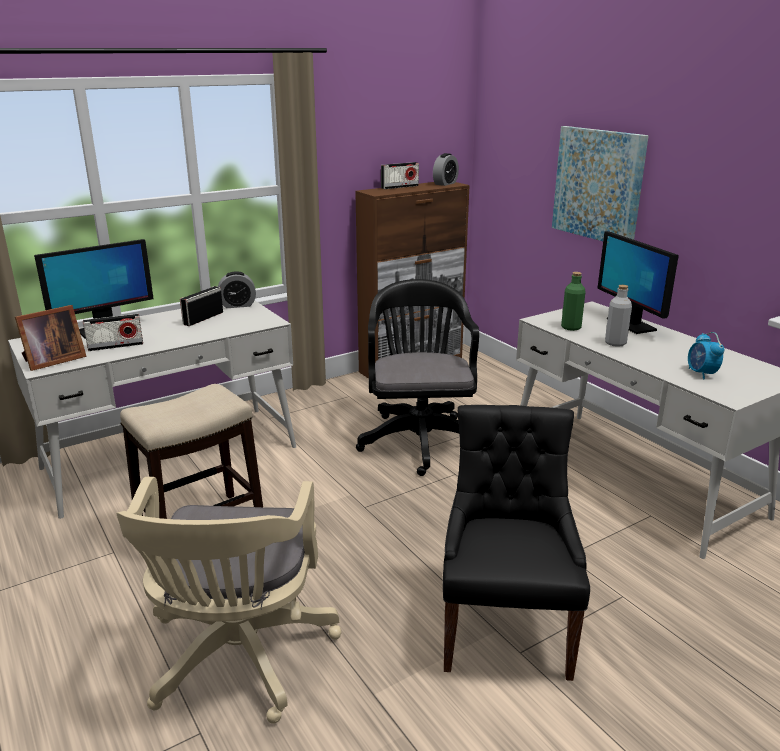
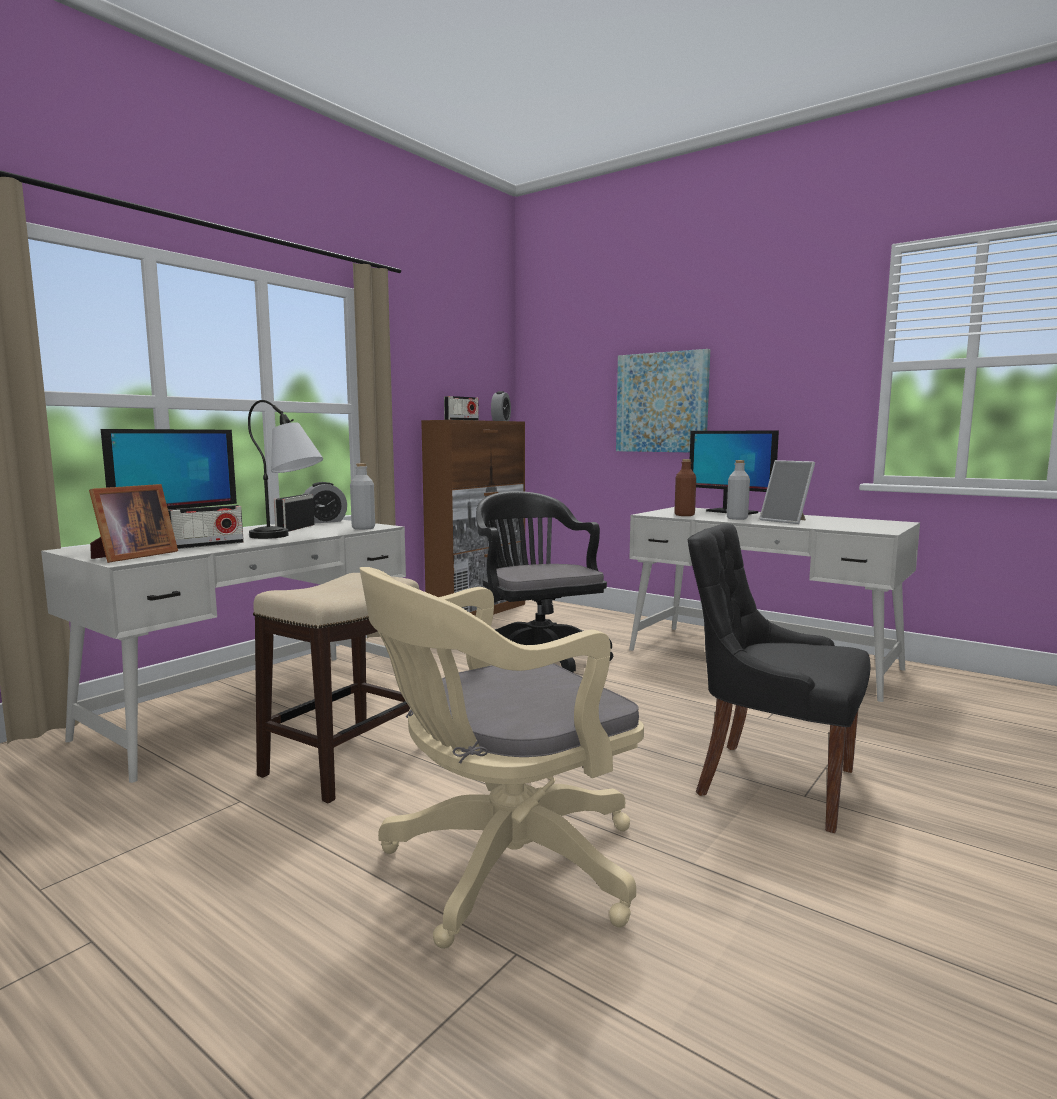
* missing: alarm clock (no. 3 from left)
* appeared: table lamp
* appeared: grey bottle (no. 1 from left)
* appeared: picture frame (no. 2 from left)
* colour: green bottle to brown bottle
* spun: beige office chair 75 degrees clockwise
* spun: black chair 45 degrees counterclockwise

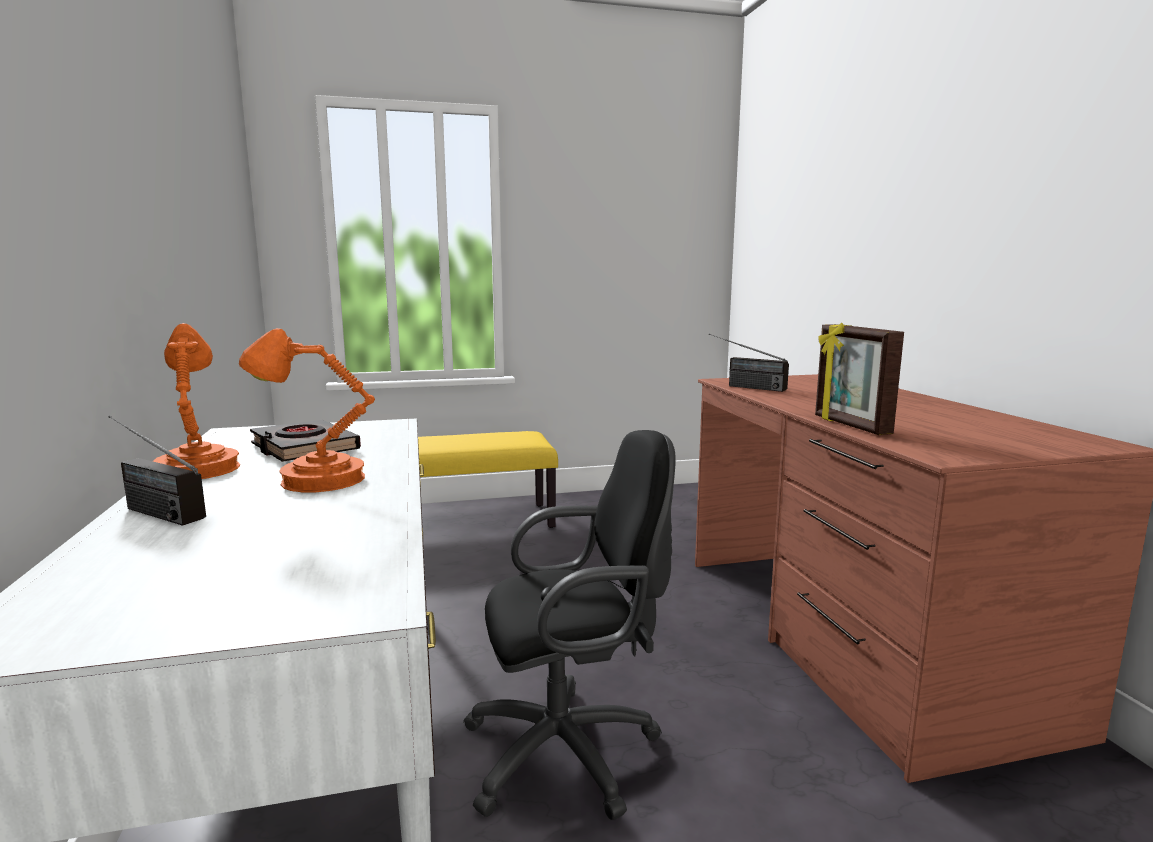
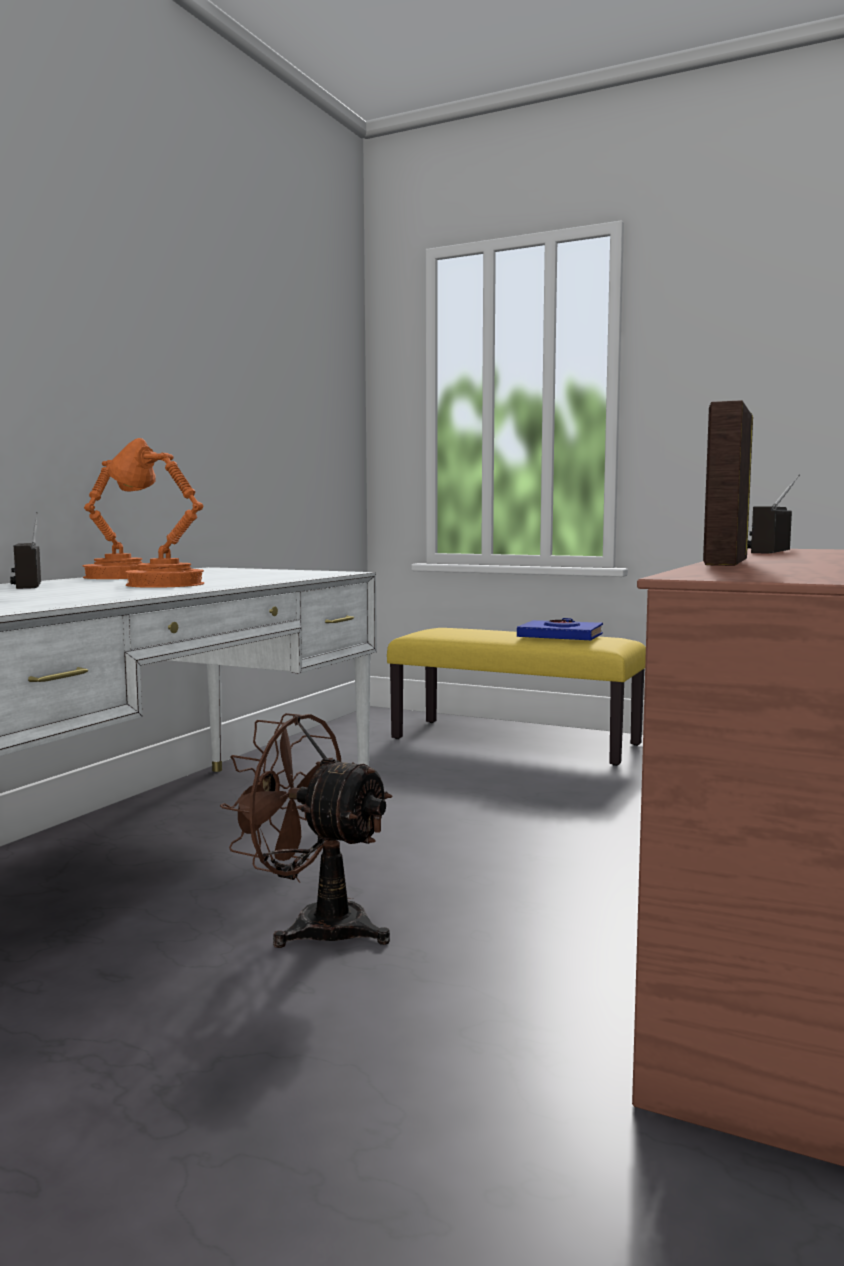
* missing: black book
* appeared: blue book
* exchanged: black office chair to brown fan
* spun: radio (no. 2 from left) 45 degrees clockwise

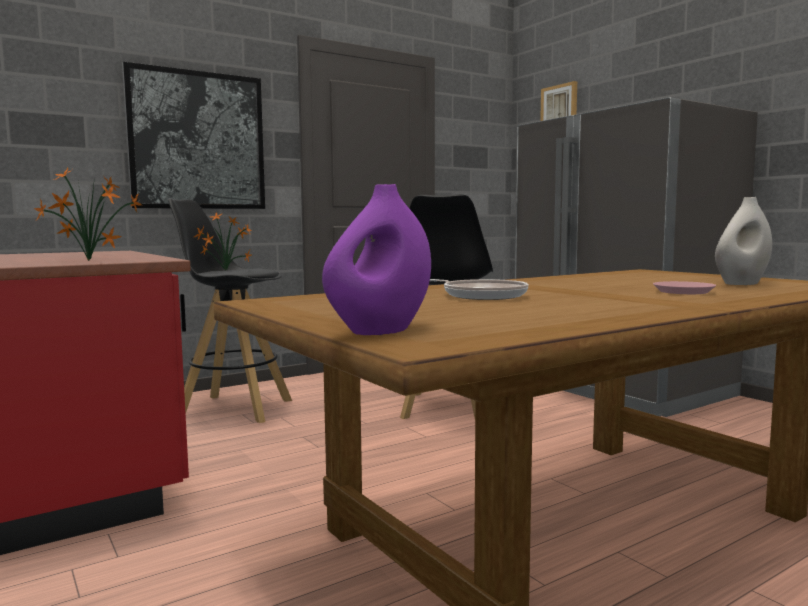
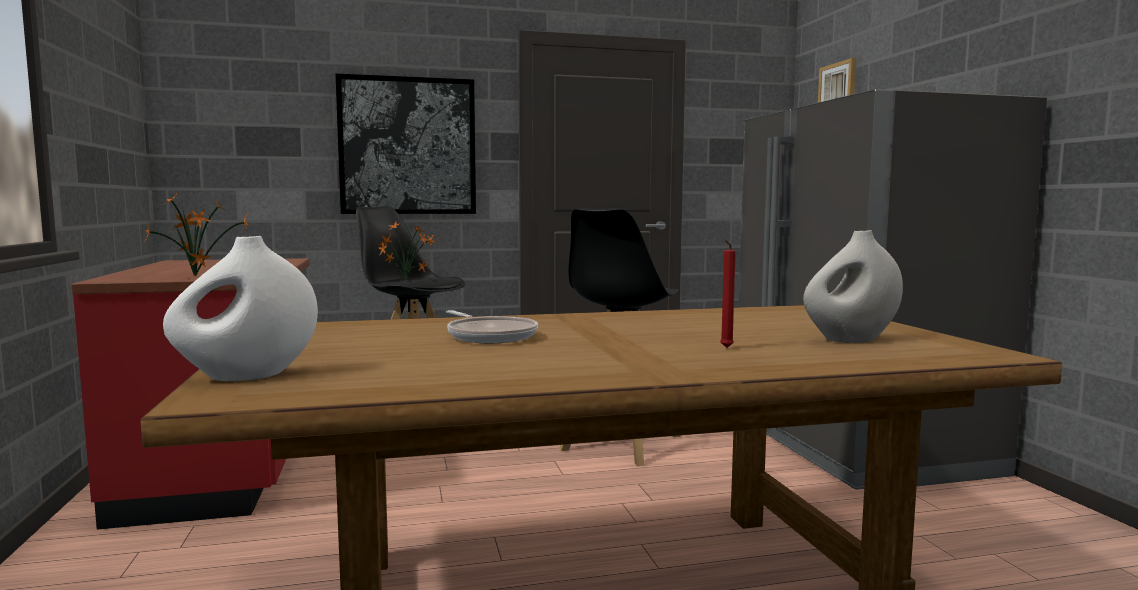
* exchanged: pink plate to red candle
* colour: purple vase to white vase (no. 1 from left)

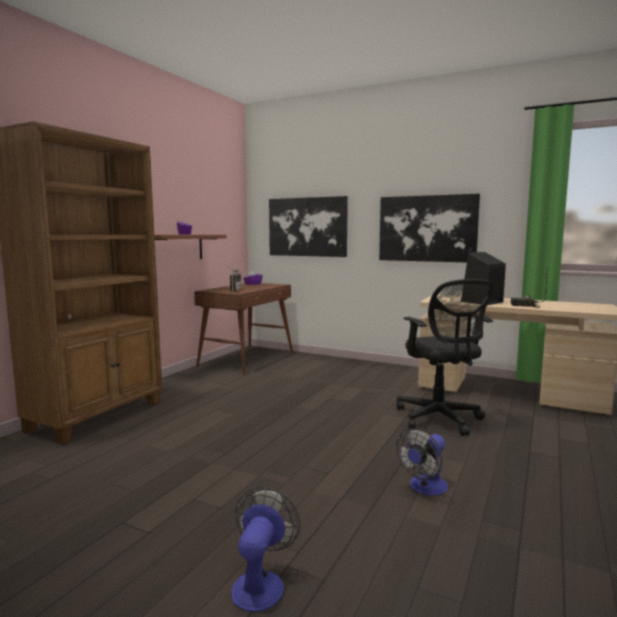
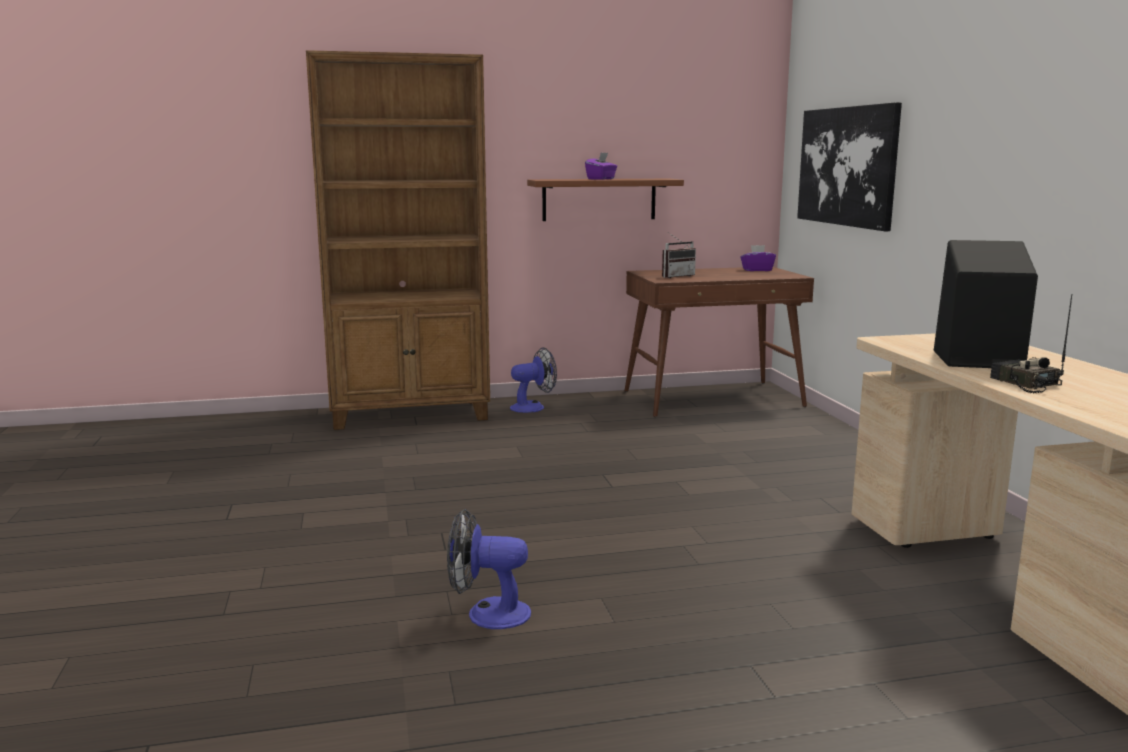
* missing: picture (no. 2 from left)
* missing: black office chair
* relocated: fan (no. 1 from left in the first image) to fan (no. 2 from left)

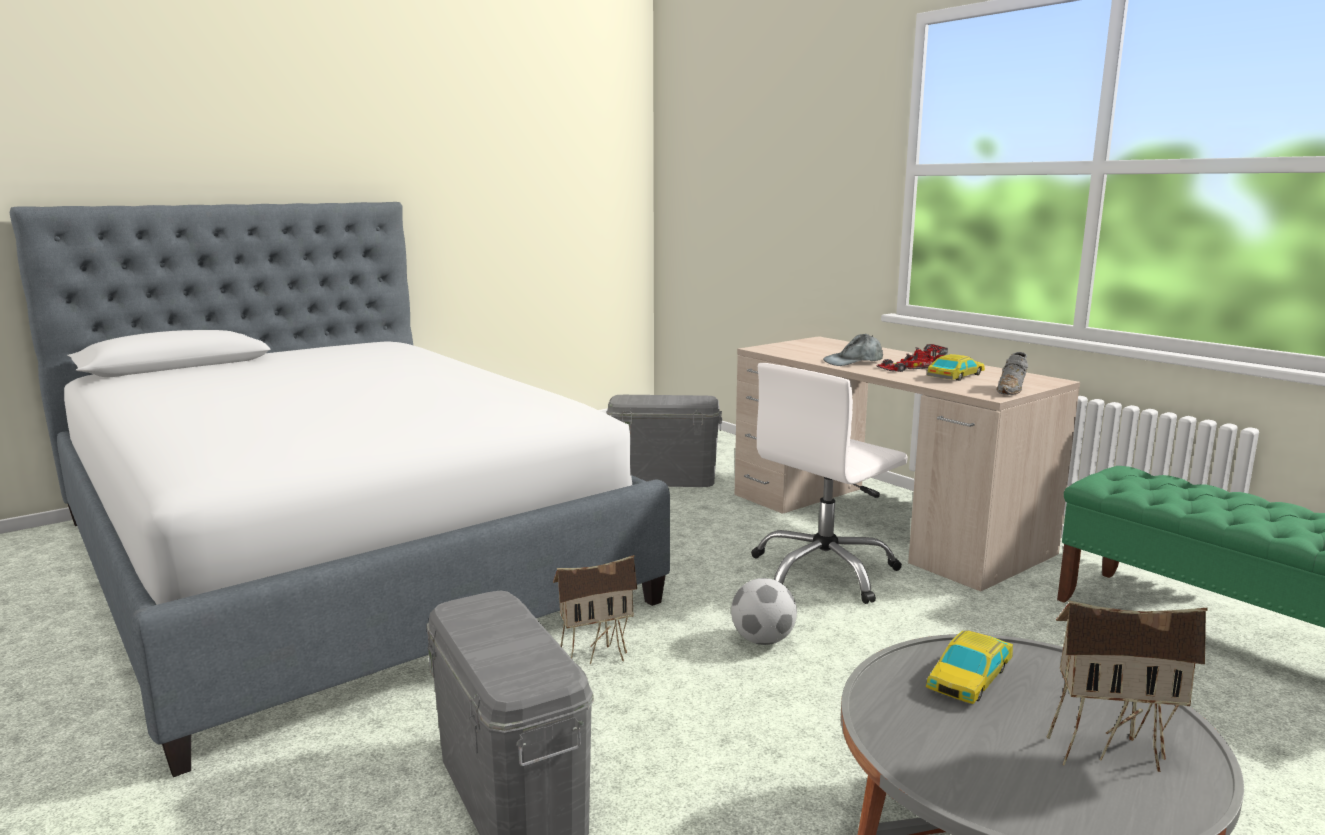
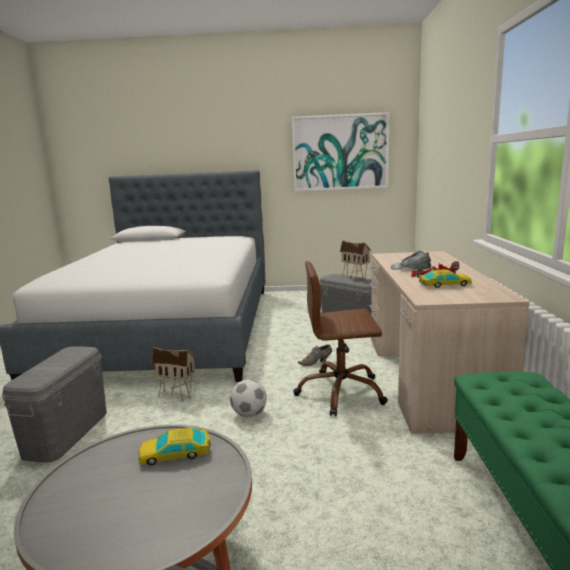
* appeared: picture
* relocated: grey shoe
* relocated: toy house (no. 2 from left)
* colour: white office chair to brown office chair

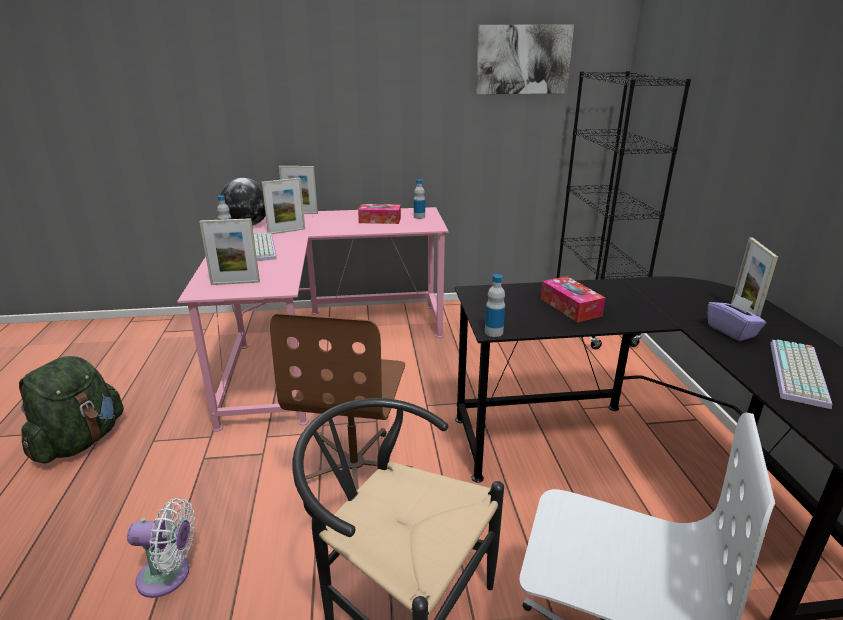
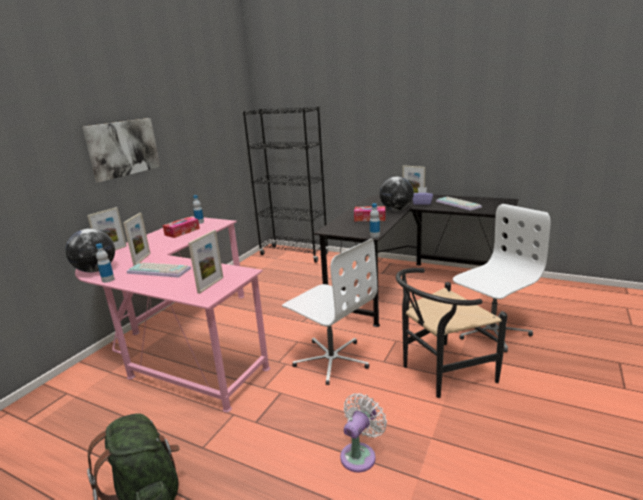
* appeared: globe (no. 2 from left)
* relocated: picture
* colour: brown office chair to white office chair (no. 1 from left)

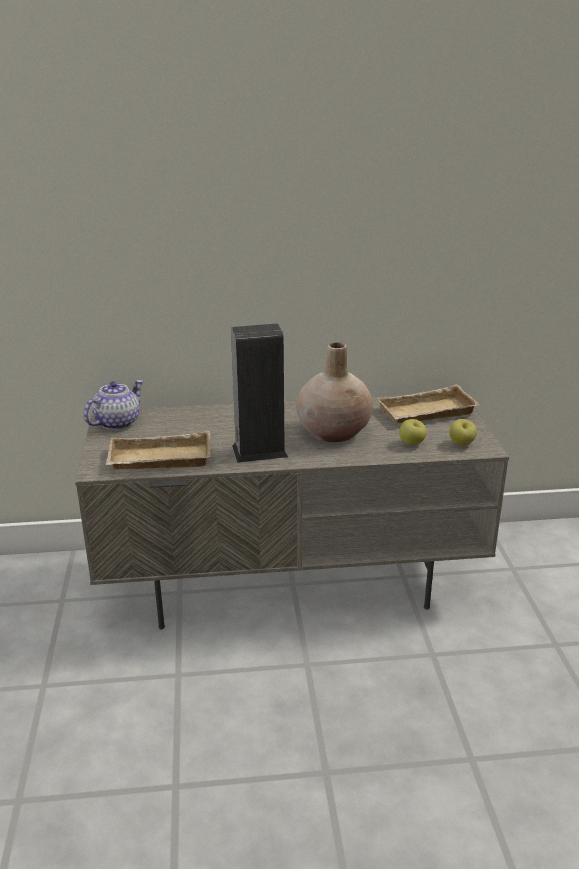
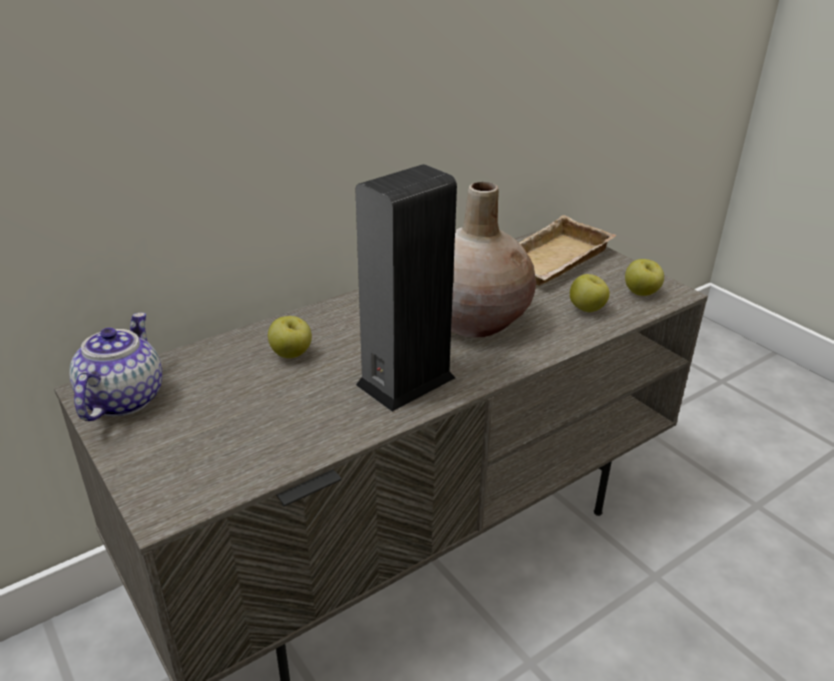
* missing: beige tray (no. 1 from left)
* appeared: apple (no. 1 from left)

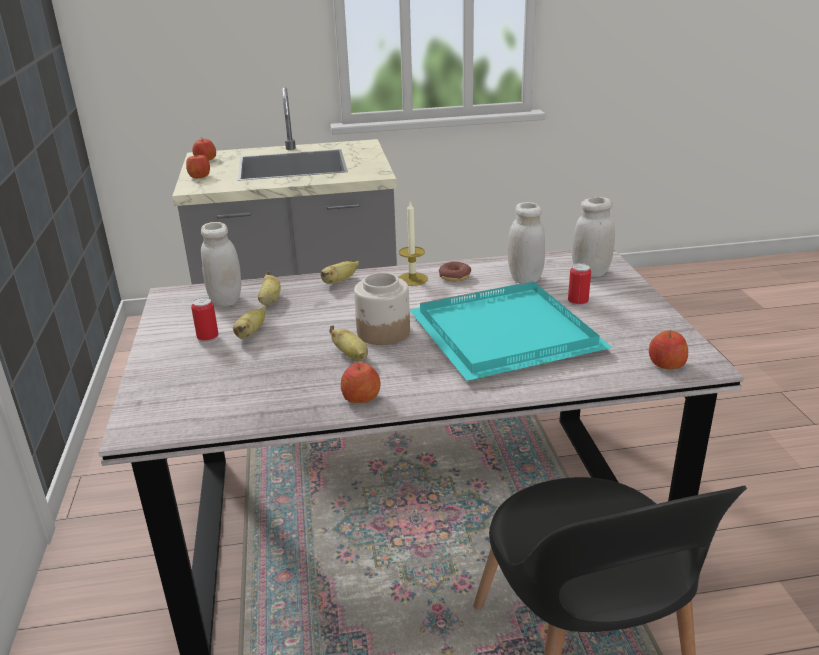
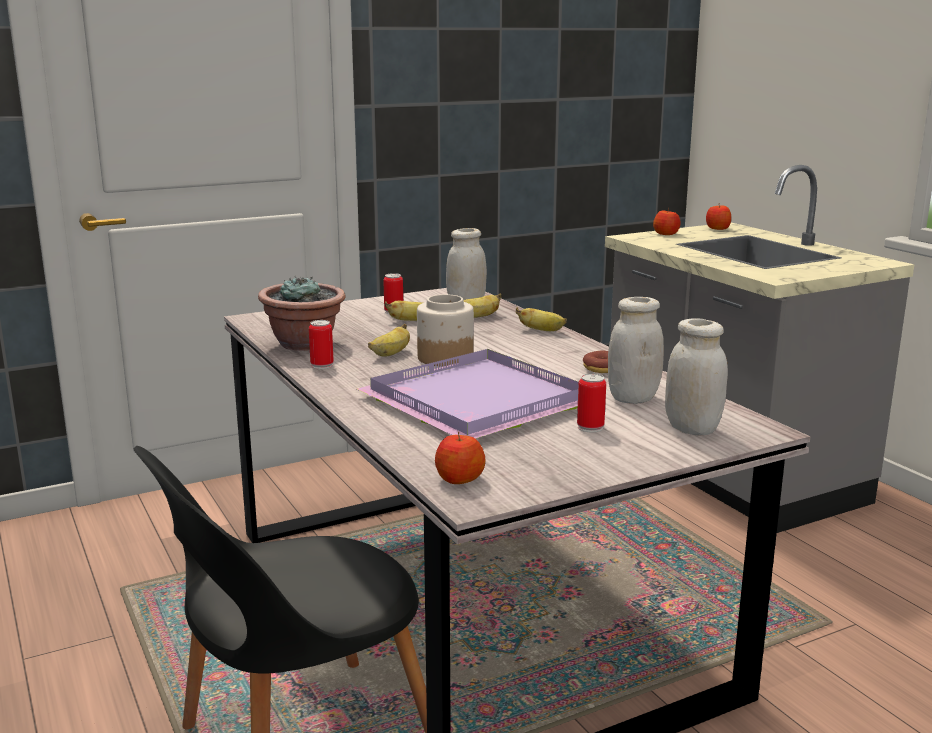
* missing: candle
* appeared: potted plant
* exchanged: apple (no. 3 from left) to can (no. 1 from left)
* colour: turquoise tray to purple tray

